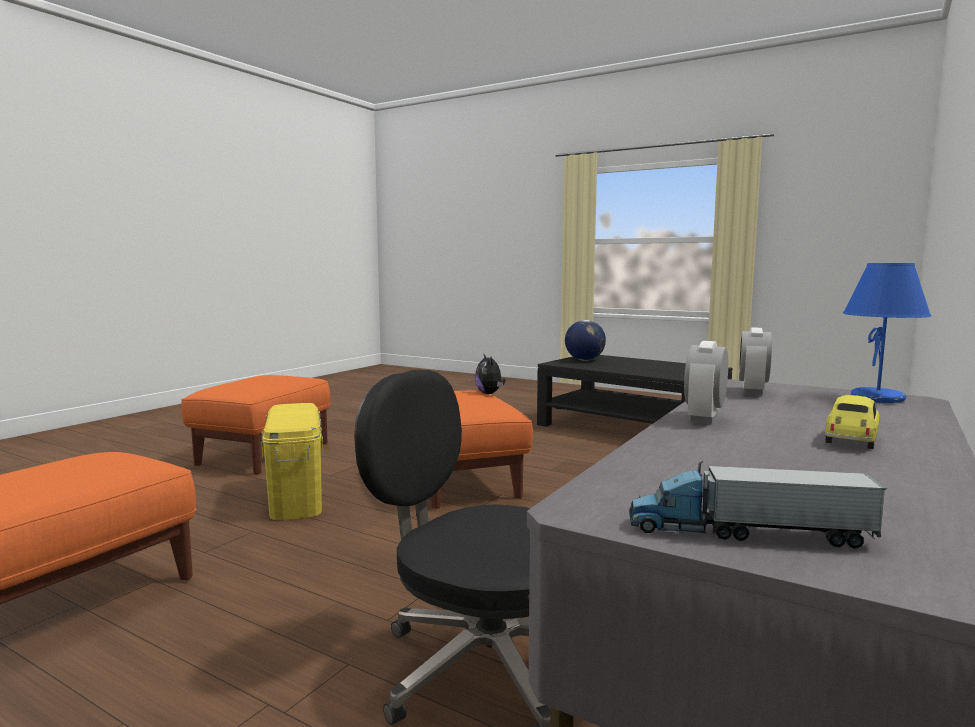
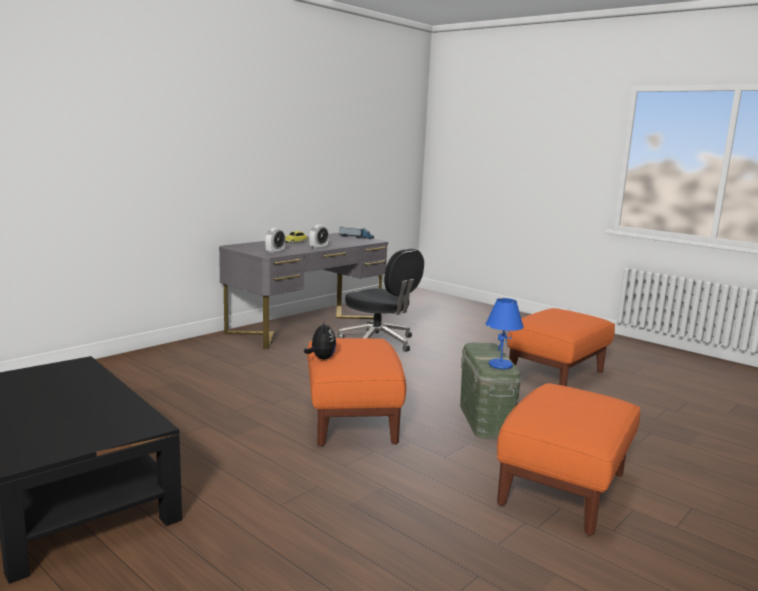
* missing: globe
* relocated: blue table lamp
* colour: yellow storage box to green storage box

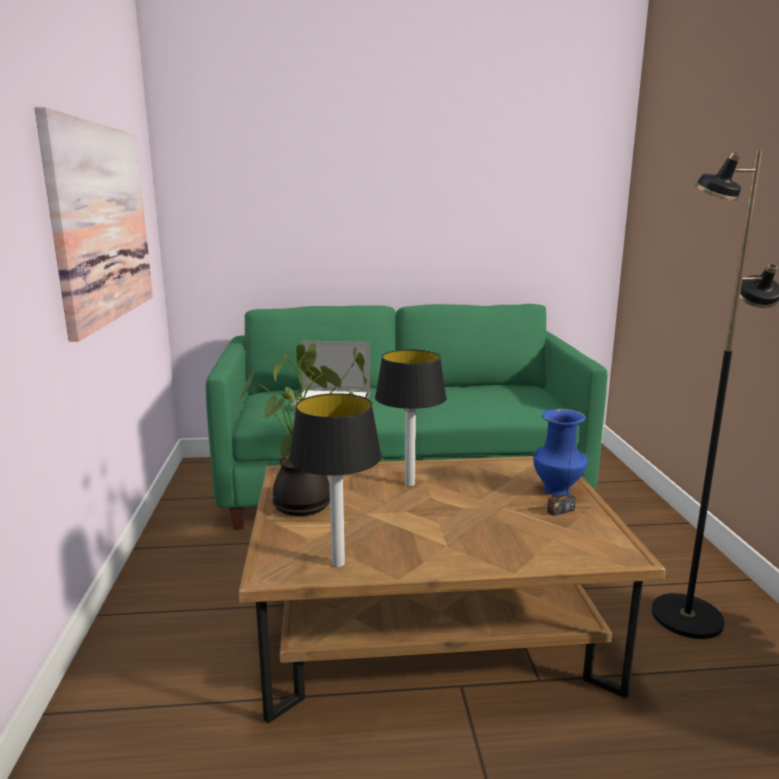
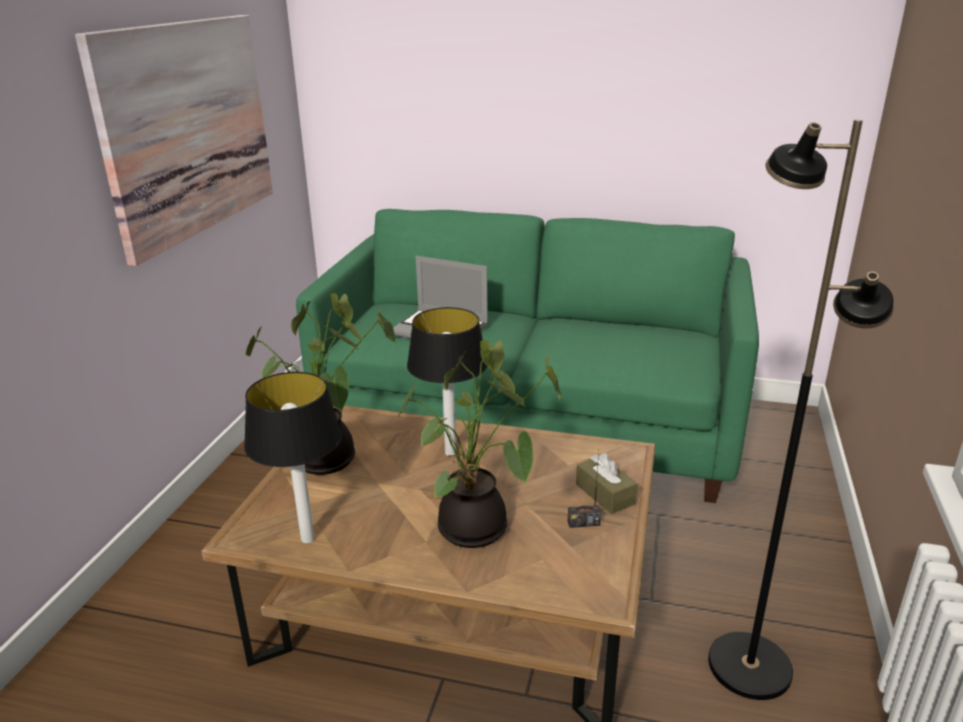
* appeared: potted plant (no. 2 from left)
* exchanged: blue vase to brown tissue box

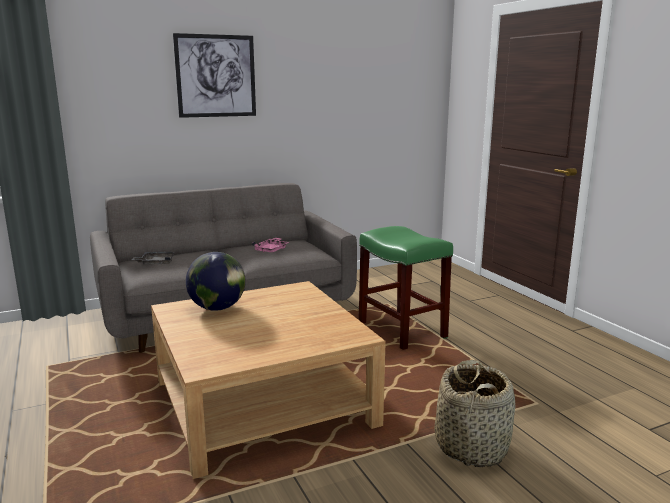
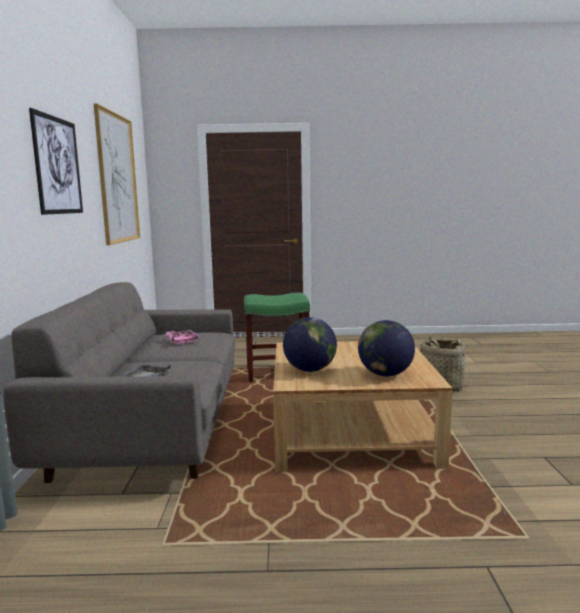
* appeared: picture (no. 2 from left)
* appeared: globe (no. 2 from left)

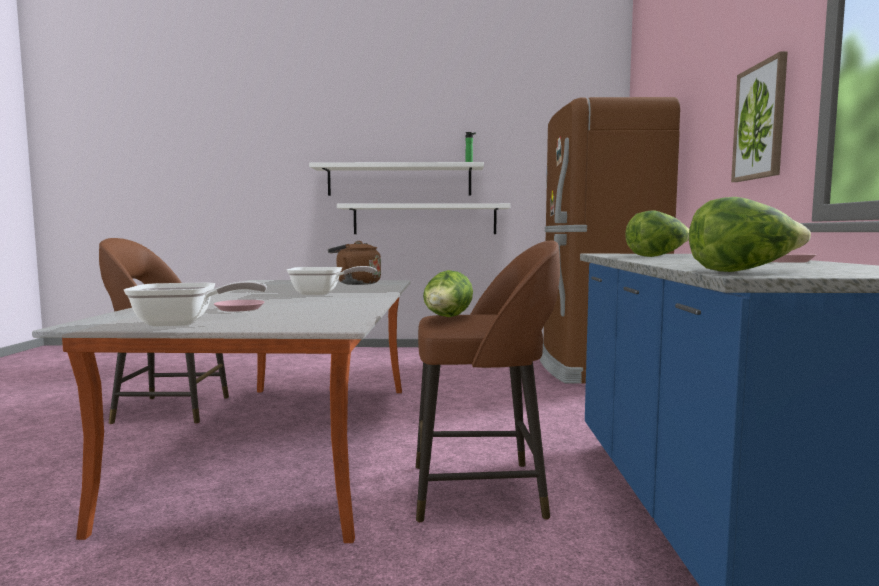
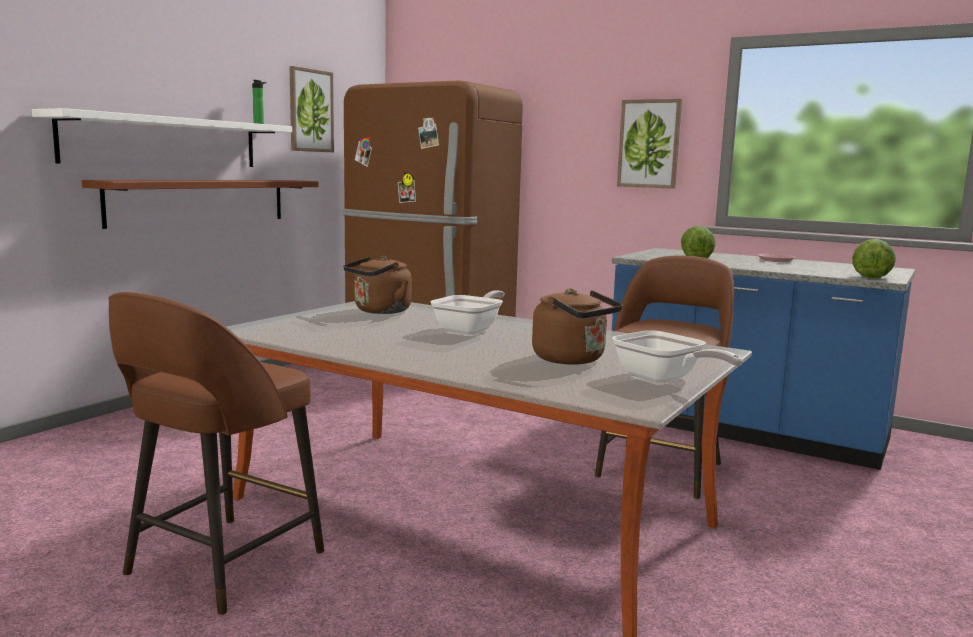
* missing: lettuce (no. 1 from left)
* appeared: picture (no. 1 from left)
* exchanged: pink plate (no. 1 from left) to brown kettle (no. 2 from left)
* colour: white shelf (no. 2 from left) to brown shelf
* spun: frying pan (no. 1 from left in the first image) 120 degrees clockwise

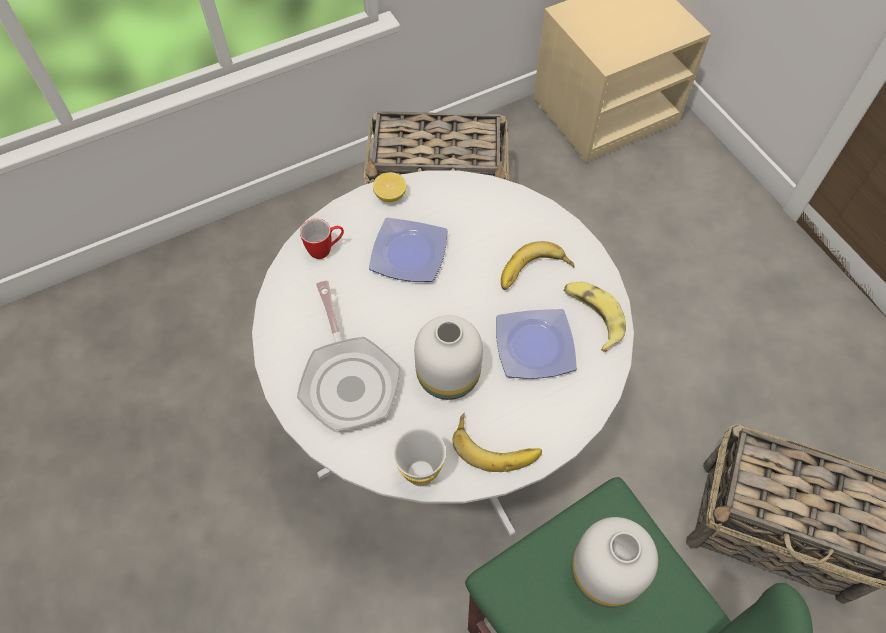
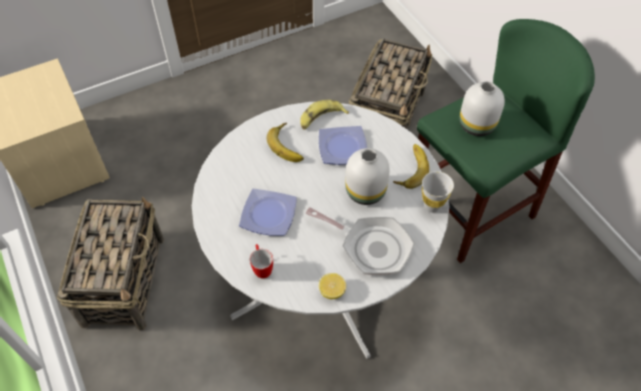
* relocated: lemon
* spun: frying pan 45 degrees clockwise

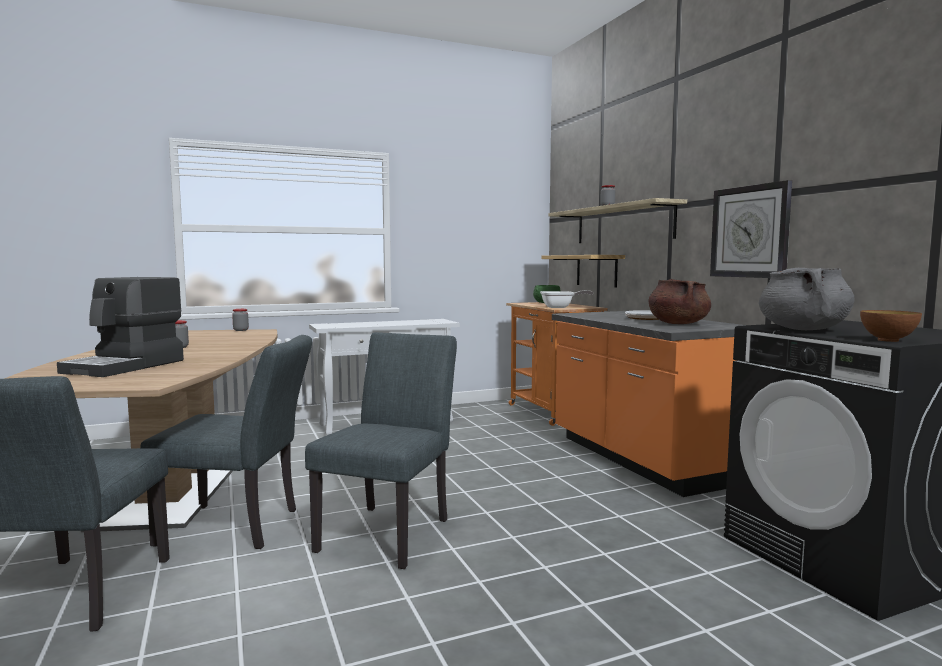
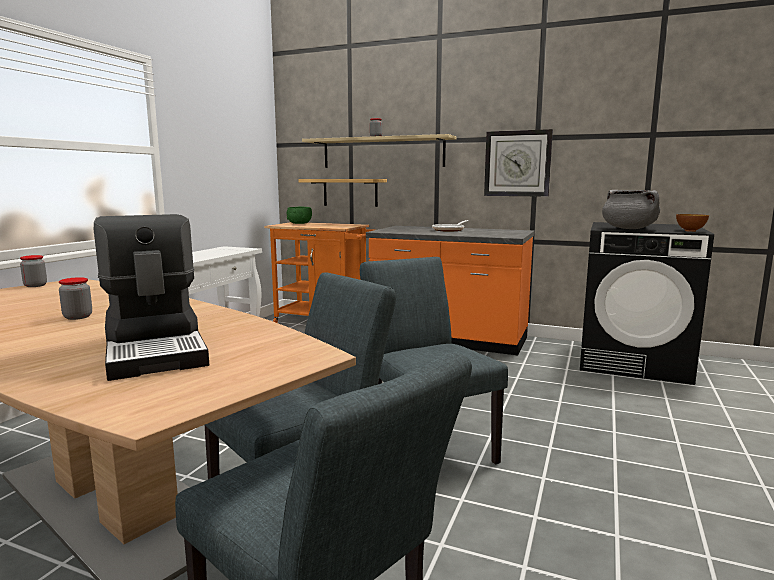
* missing: frying pan (no. 1 from left)
* missing: brown cooking pot

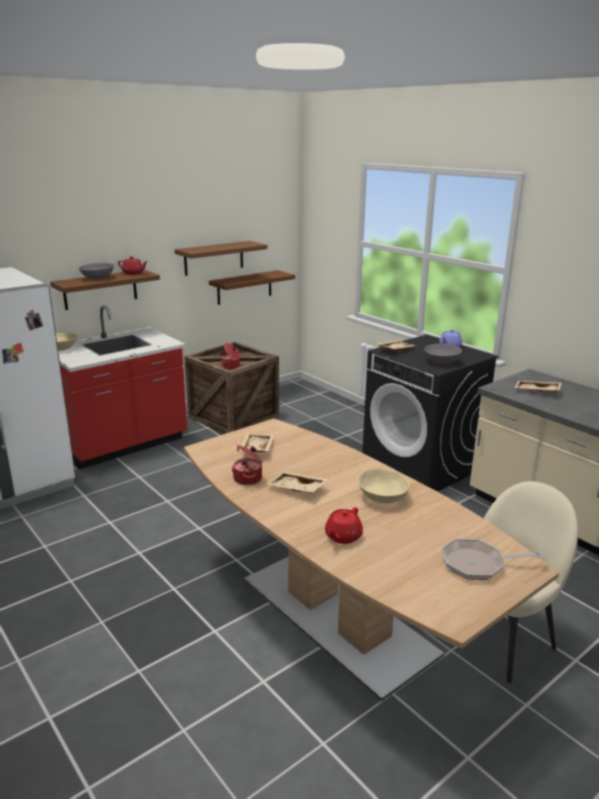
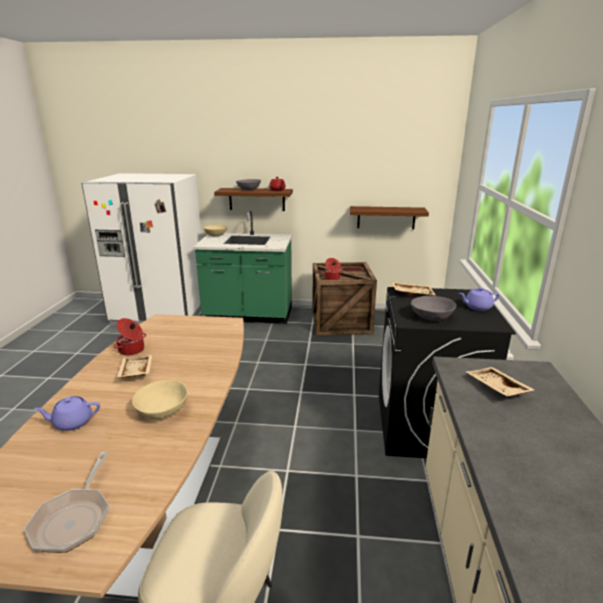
* missing: brown shelf (no. 2 from left)
* missing: beige tray (no. 1 from left)
* colour: red counter to green counter
* colour: red teapot (no. 2 from left) to purple teapot (no. 1 from left)
* spun: frying pan 135 degrees counterclockwise

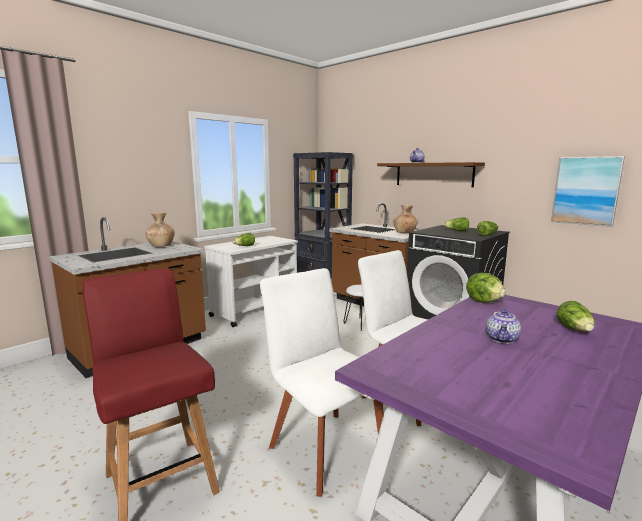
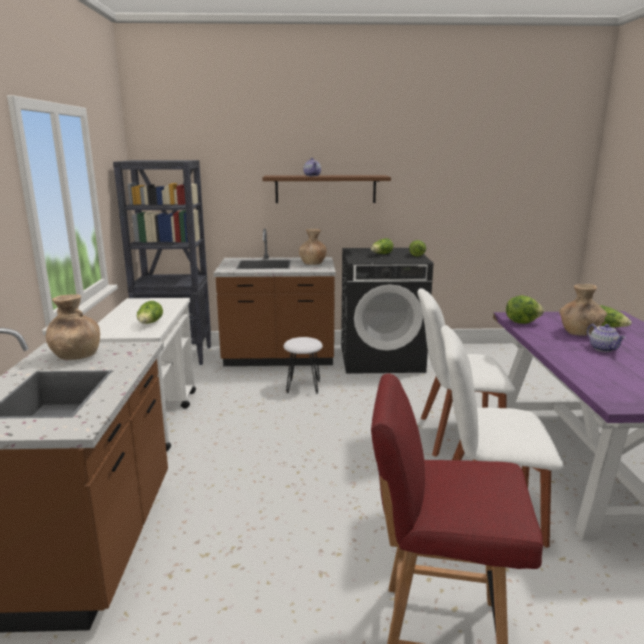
* missing: picture
* appeared: brown vase (no. 3 from left)

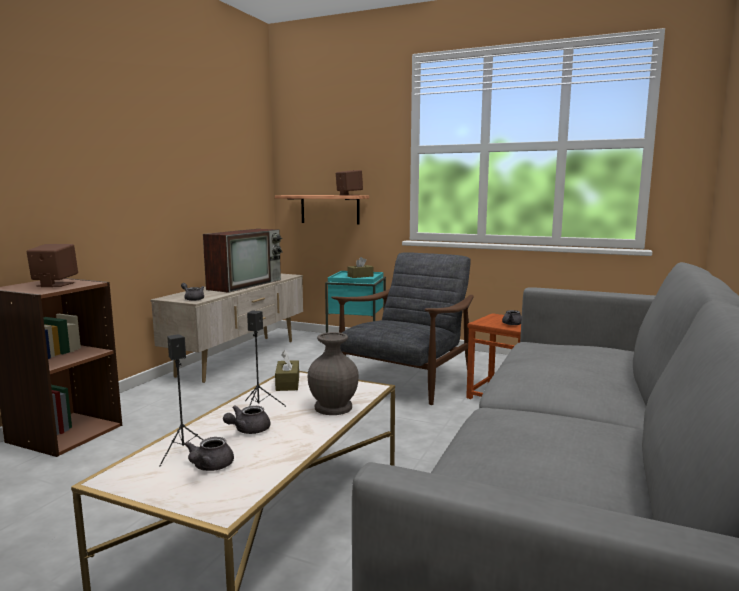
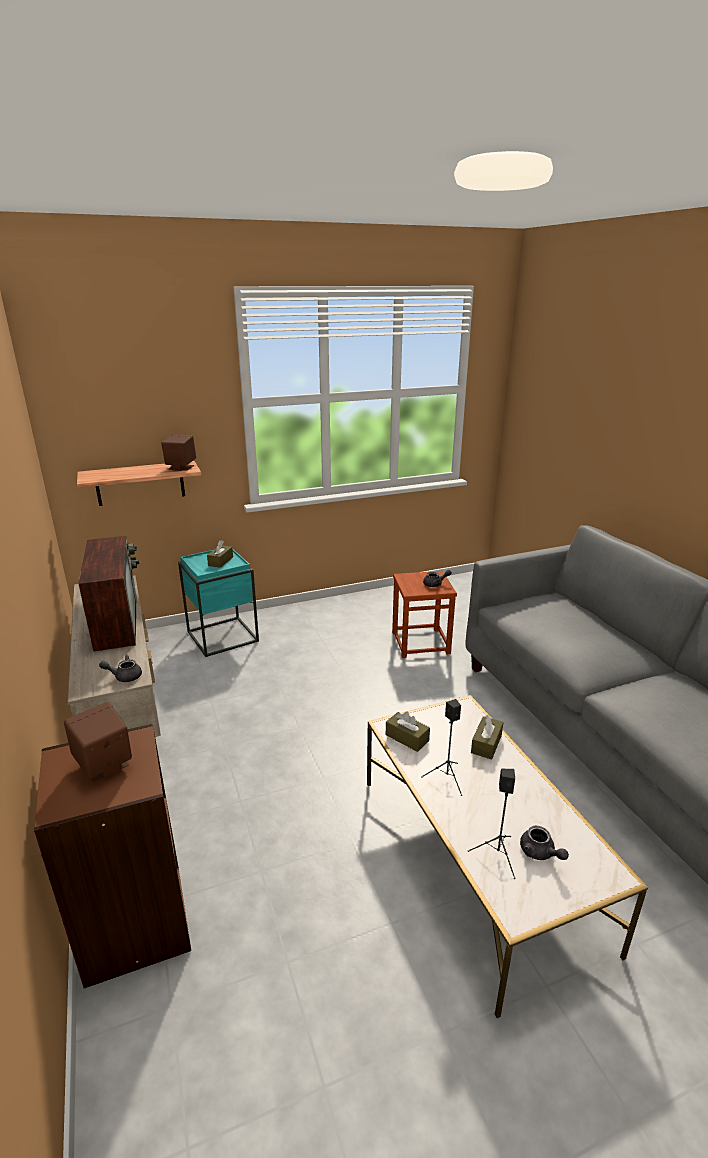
* missing: grey teapot (no. 3 from left)
* missing: grey armchair
* exchanged: grey vase to brown tissue box (no. 3 from left)

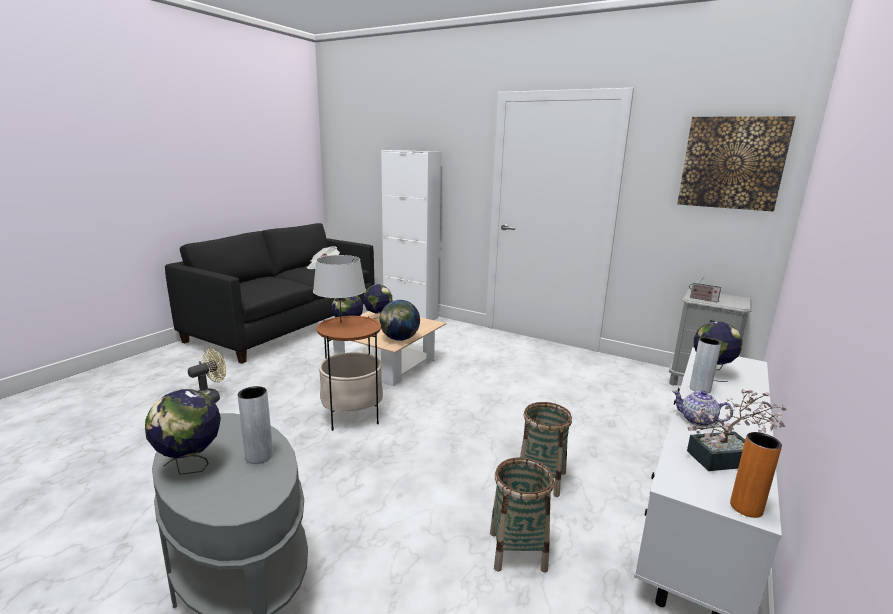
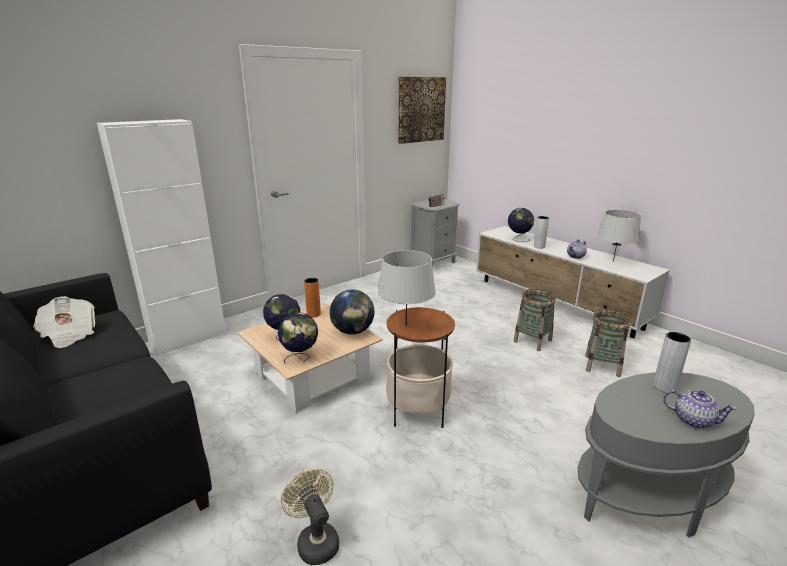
* relocated: orange vase
* exchanged: globe (no. 1 from left) to teapot (no. 2 from left)
* exchanged: potted plant to grey table lamp (no. 2 from left)

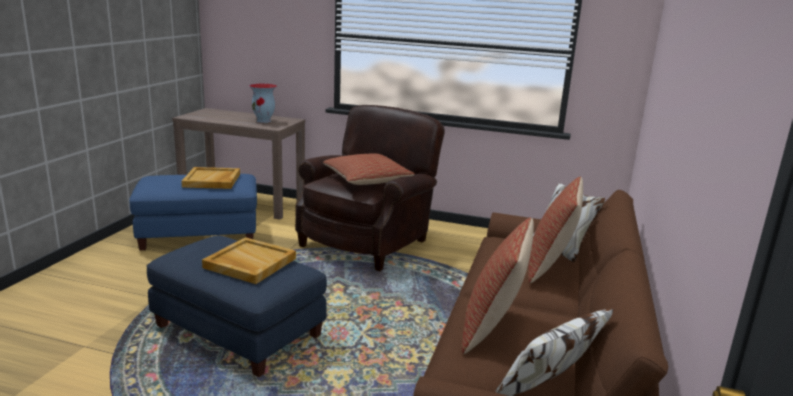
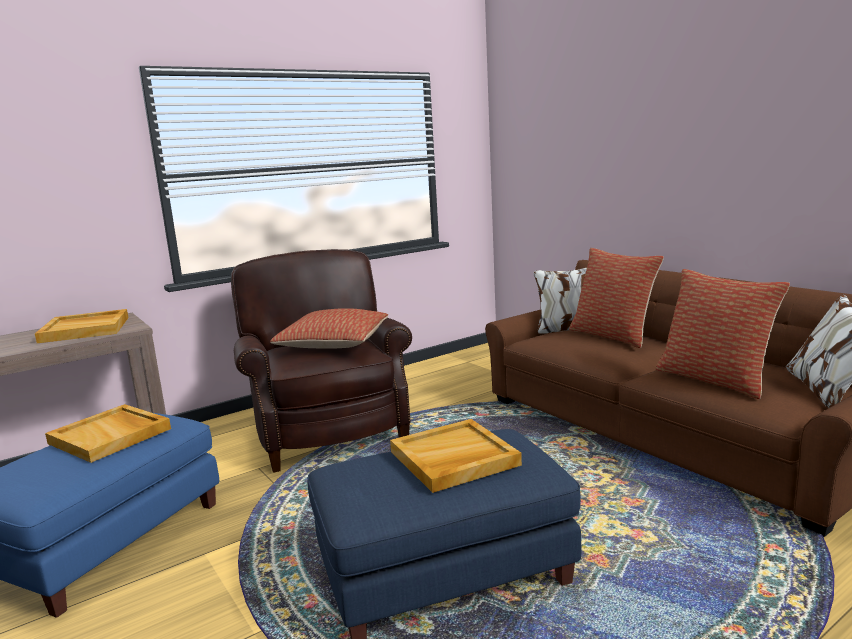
* exchanged: vase to beige tray (no. 1 from left)

